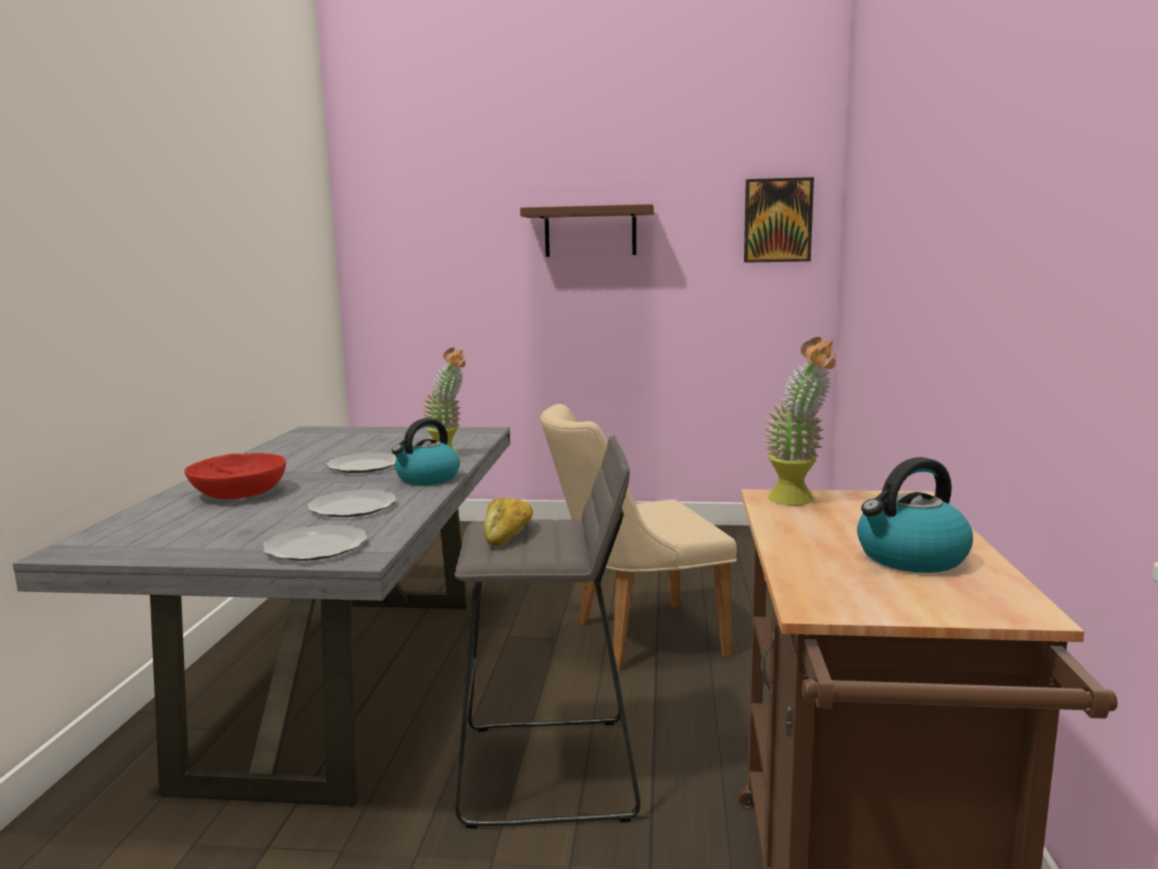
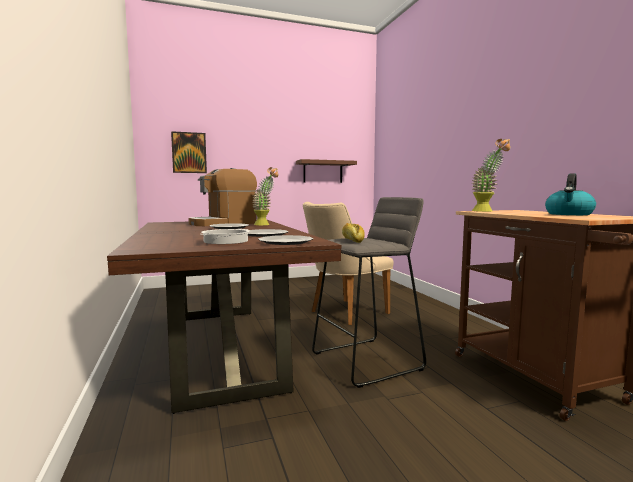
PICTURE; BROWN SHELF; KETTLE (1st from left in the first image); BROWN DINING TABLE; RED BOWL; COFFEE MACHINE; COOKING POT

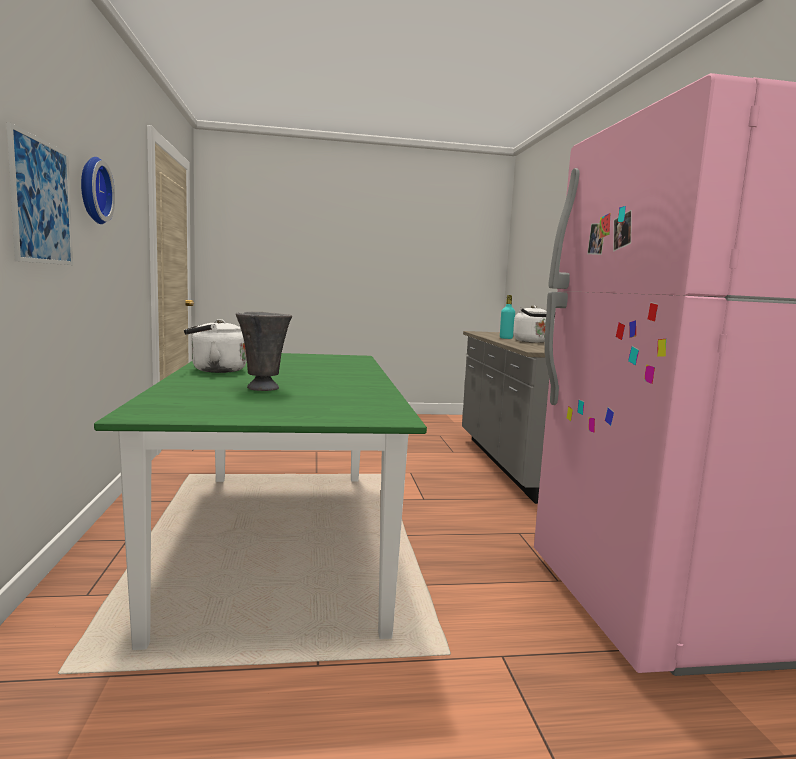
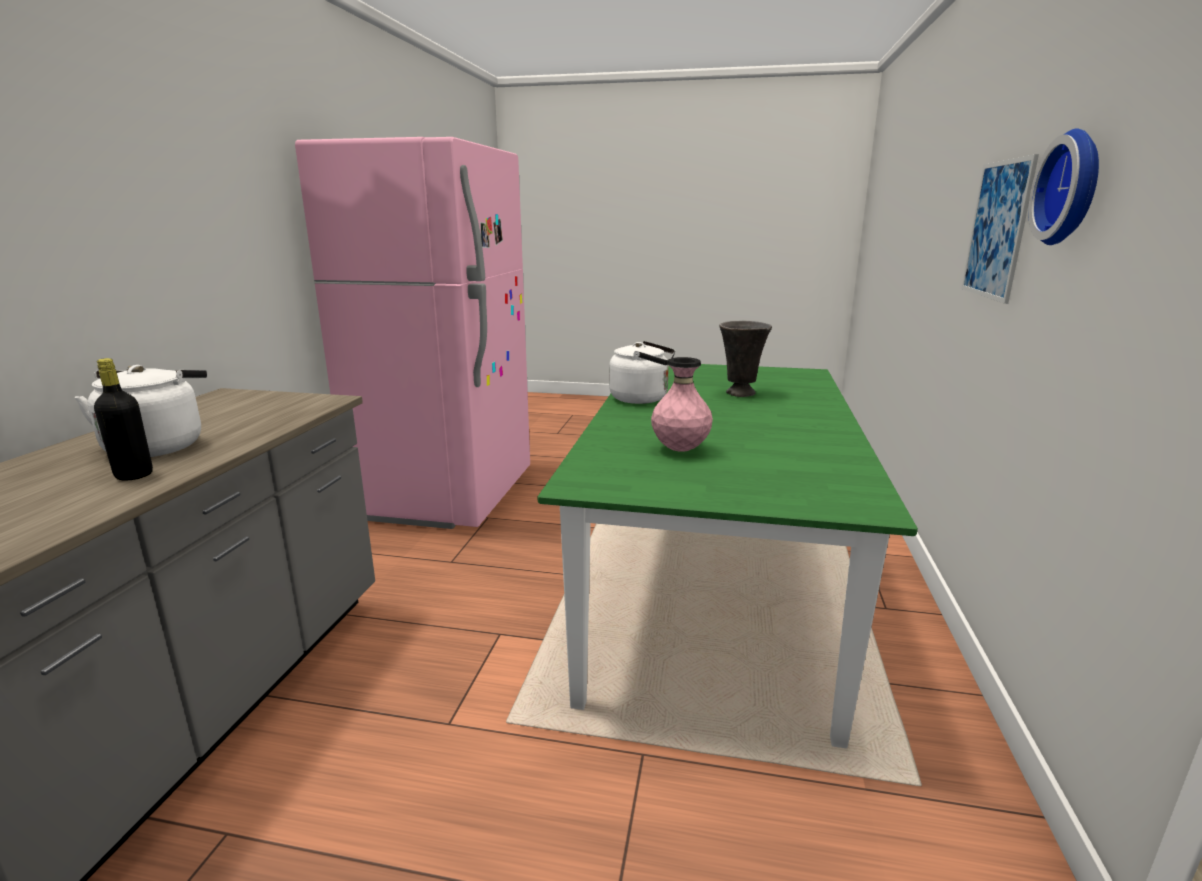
BLACK BOTTLE; WHITE KETTLE (2nd from left); PINK VASE

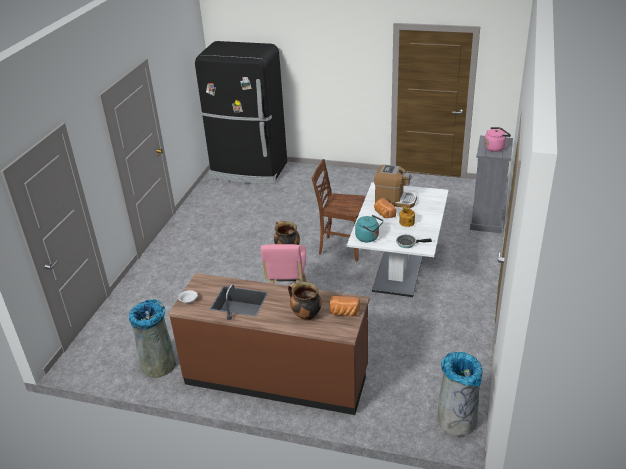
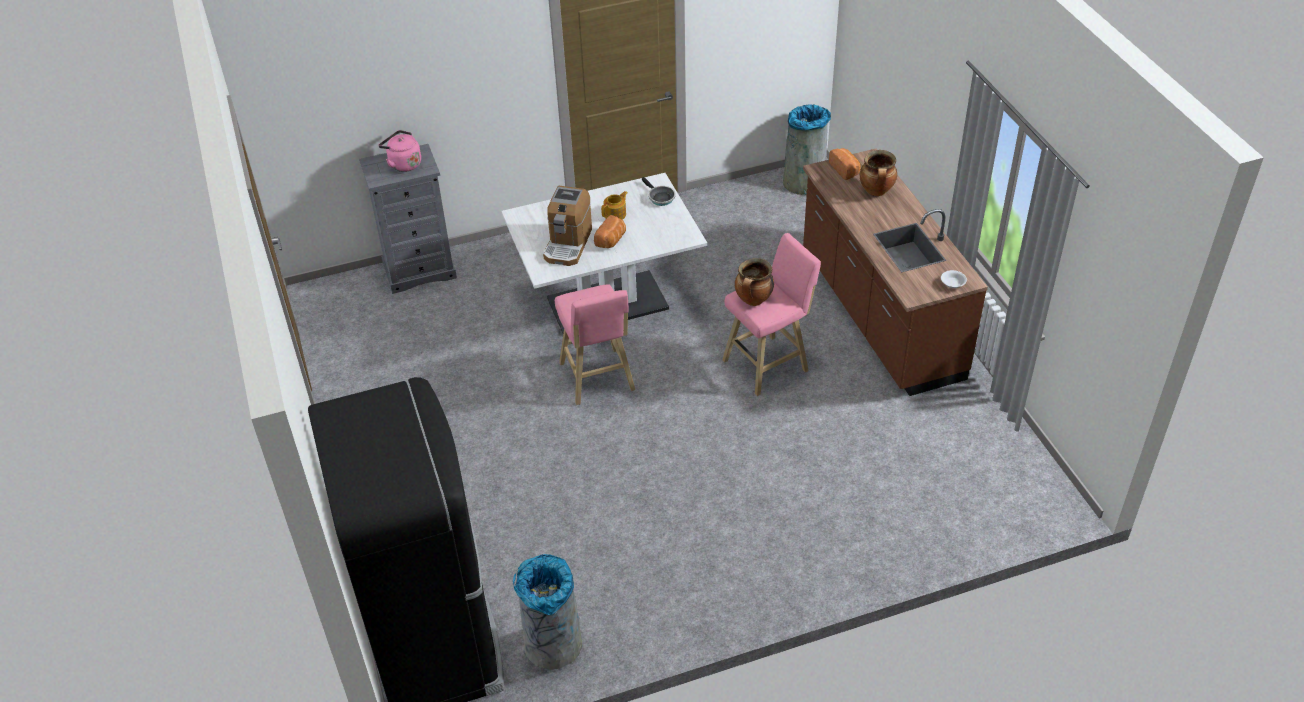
PINK STOOL (1st from left); COFFEE MACHINE; TURQUOISE KETTLE; GREY TRASH CAN (1st from left)

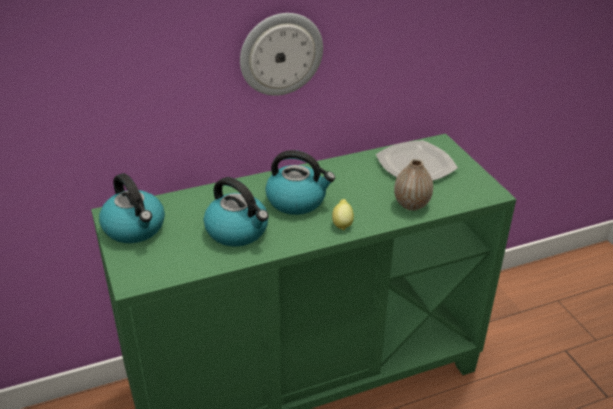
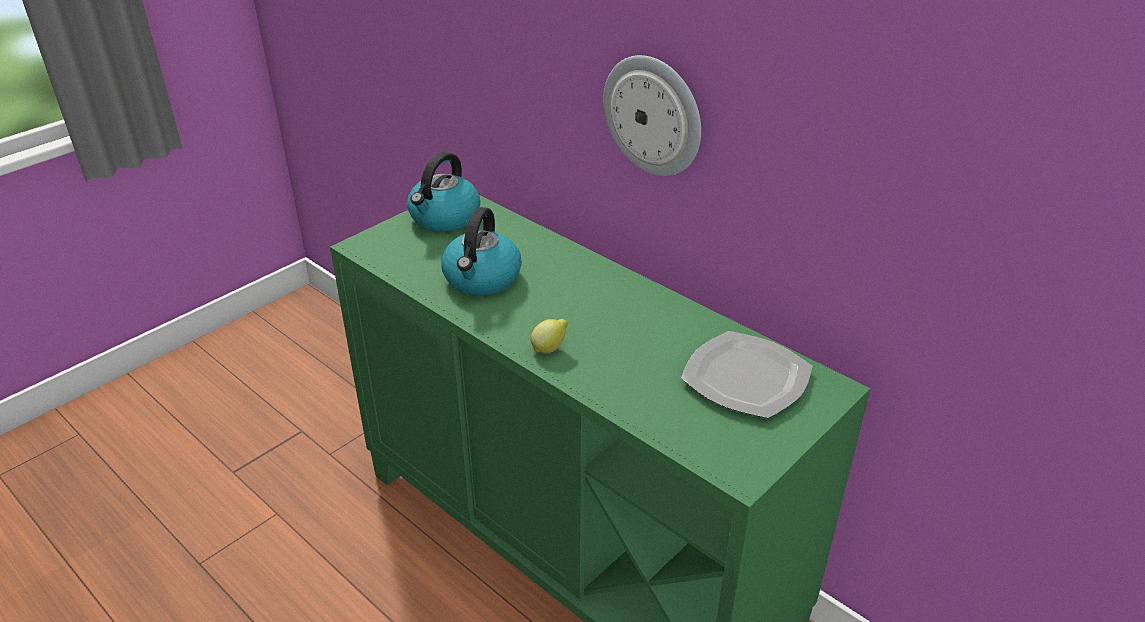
KETTLE (3rd from left in the first image); VASE

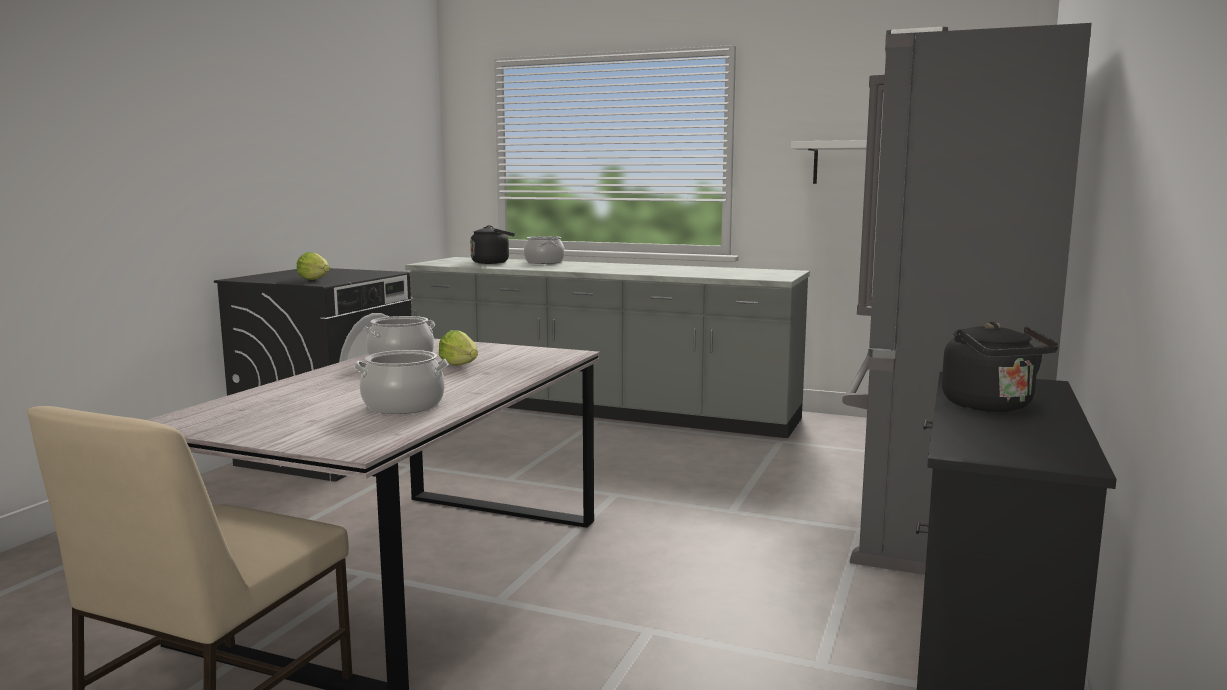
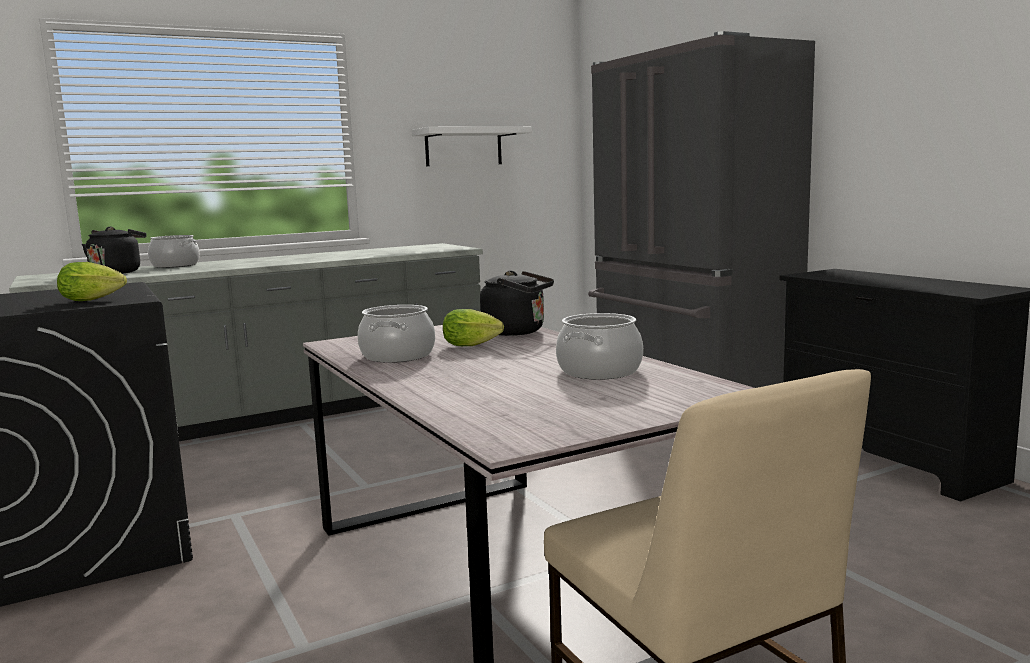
BLACK KETTLE (2nd from left)

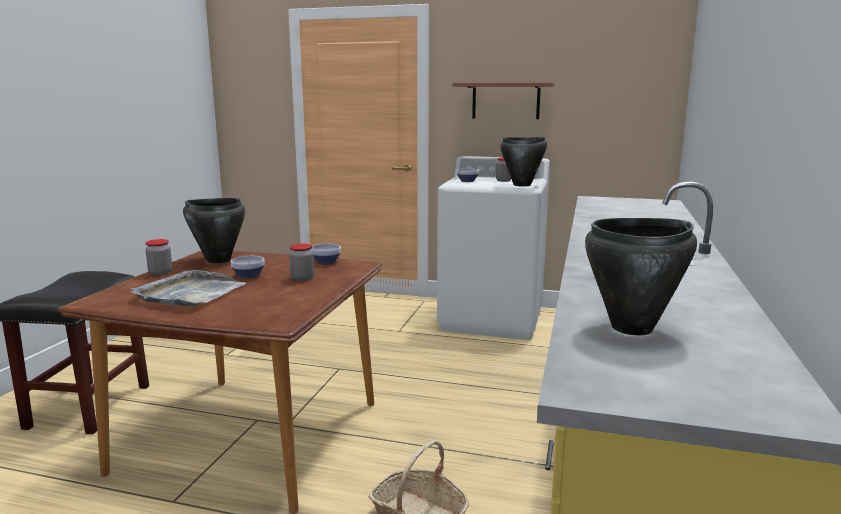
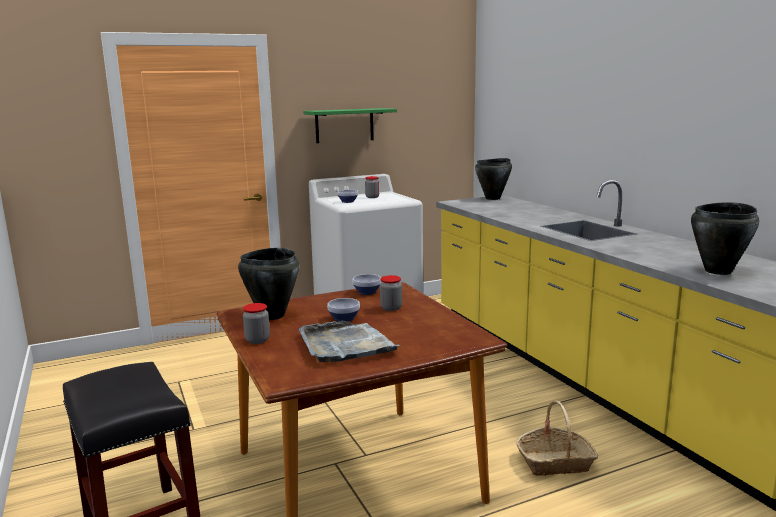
GREEN SHELF; BLACK COOKING POT (2nd from left)

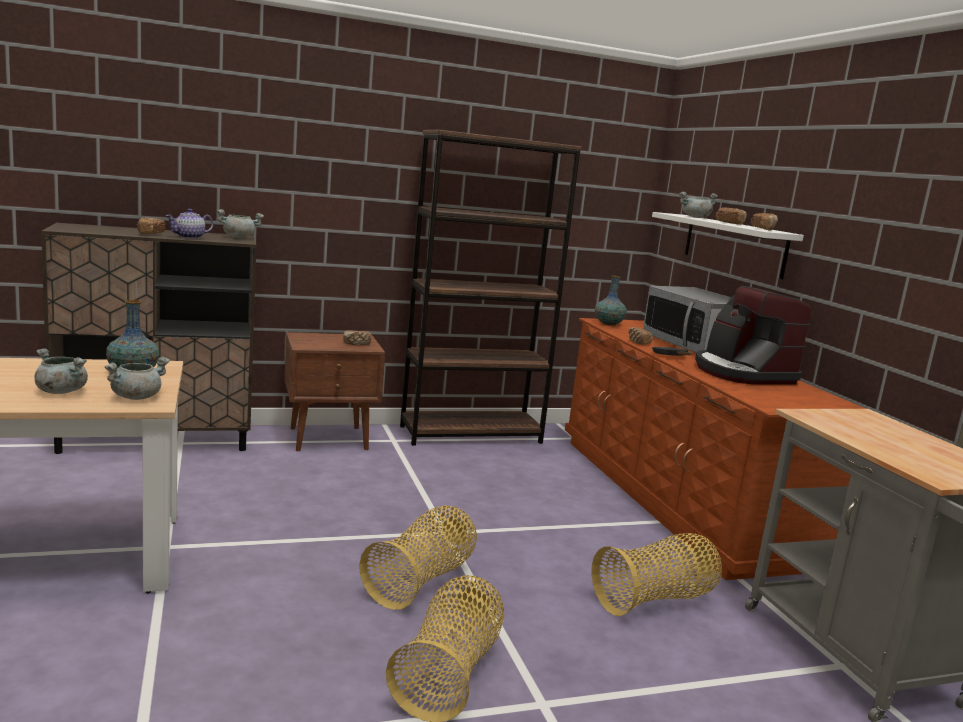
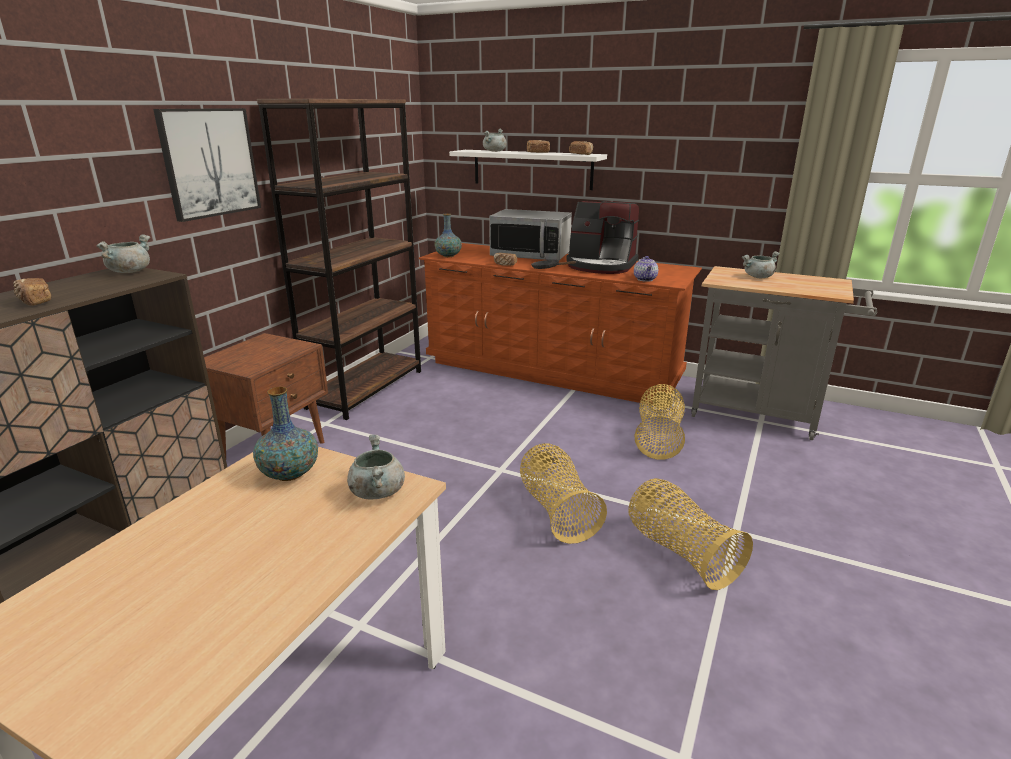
TEAPOT; BREAD (2nd from left in the first image); GREY COOKING POT (4th from left); PICTURE

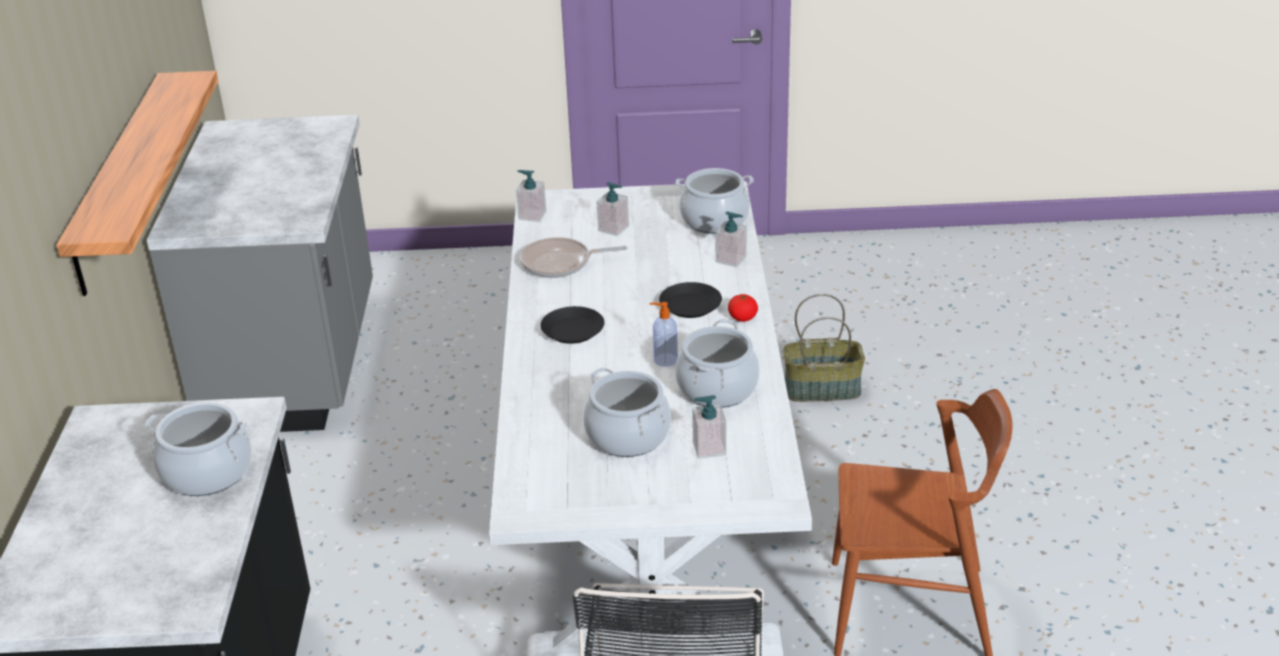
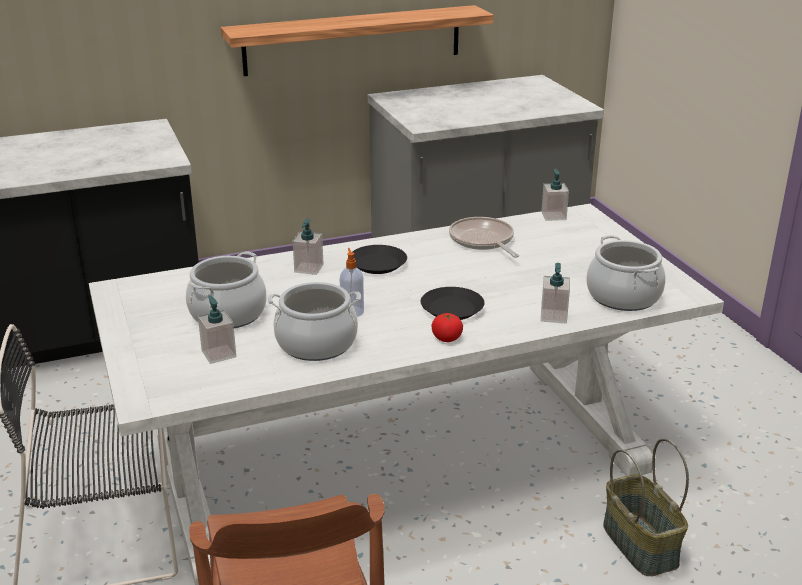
SOAP DISPENSER (2nd from left); COOKING POT (1st from left in the first image)

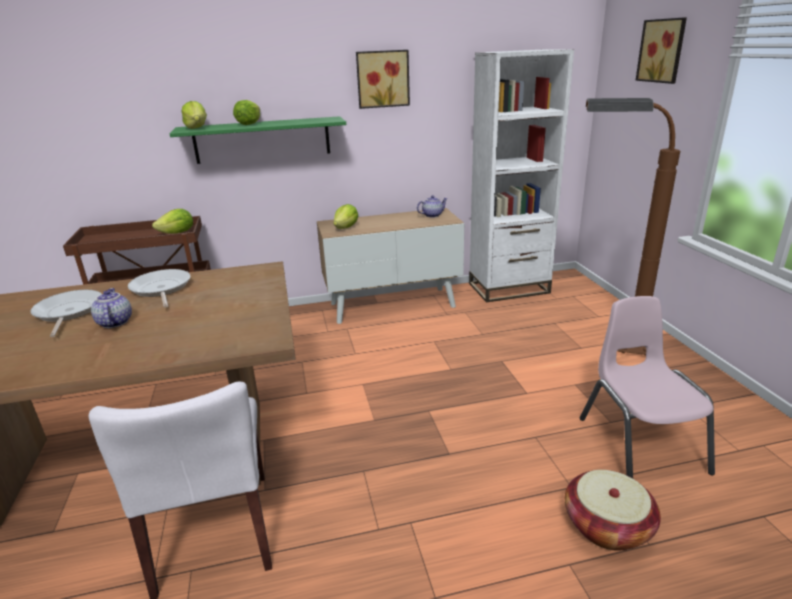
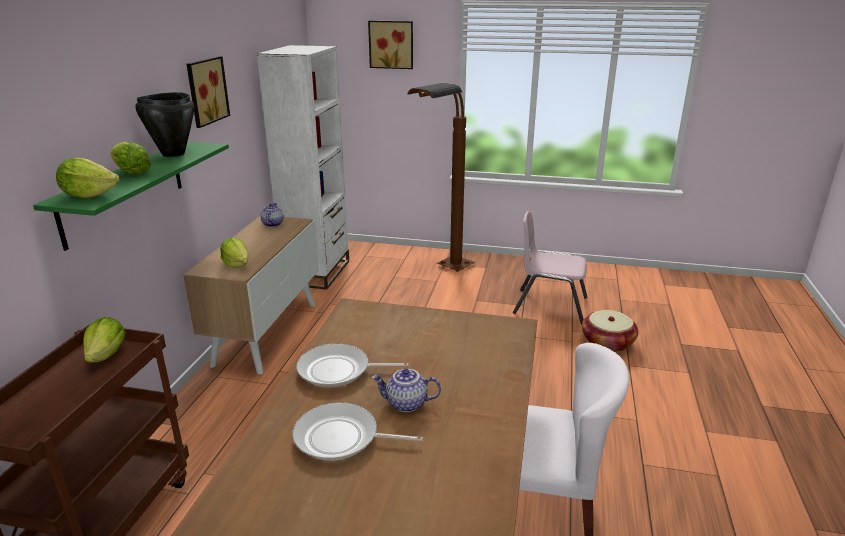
BLACK COOKING POT

